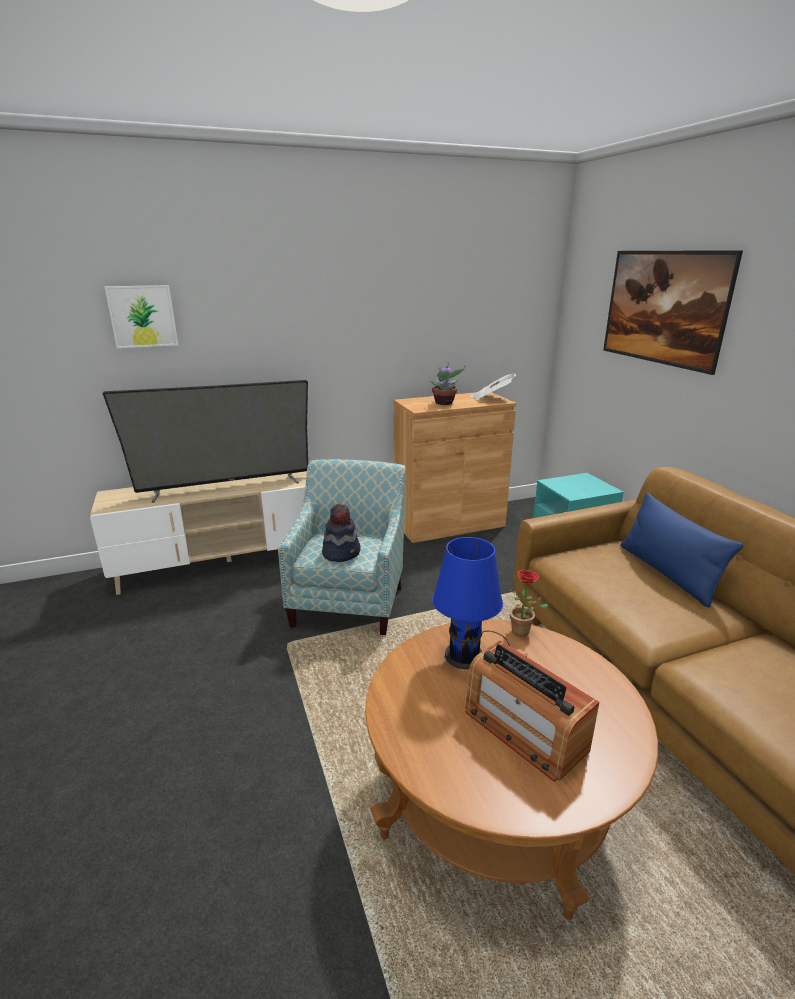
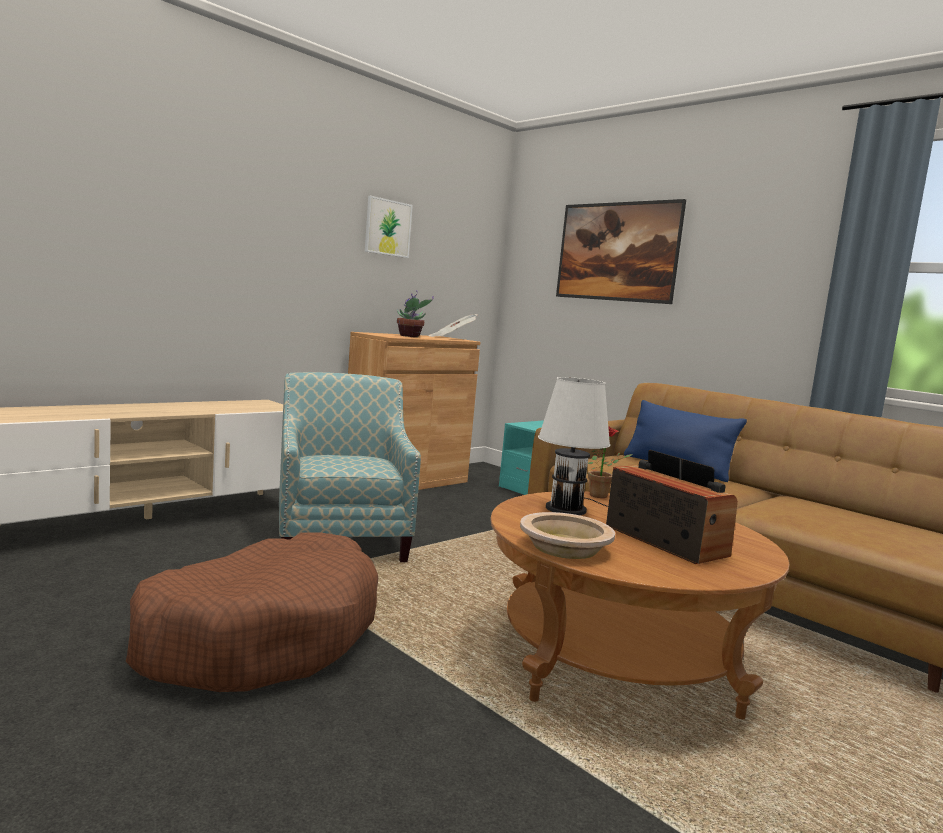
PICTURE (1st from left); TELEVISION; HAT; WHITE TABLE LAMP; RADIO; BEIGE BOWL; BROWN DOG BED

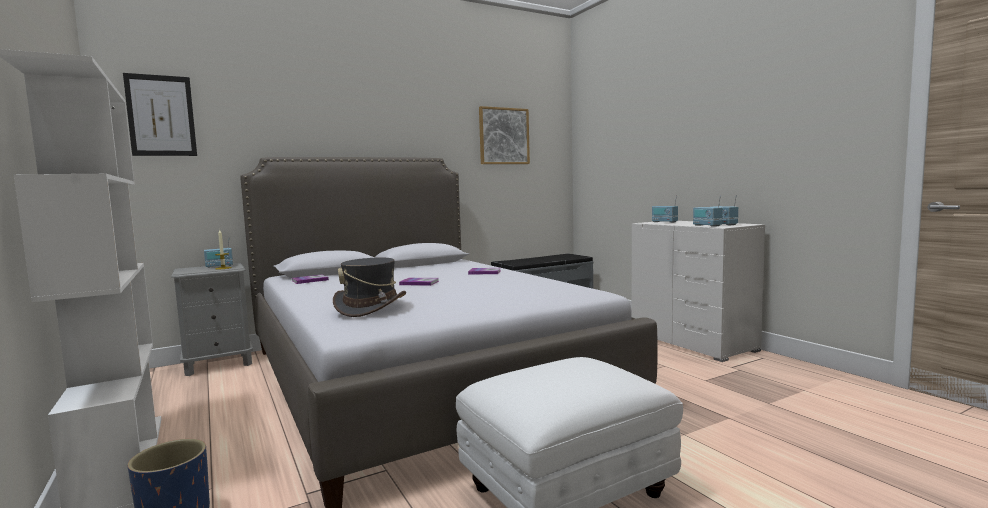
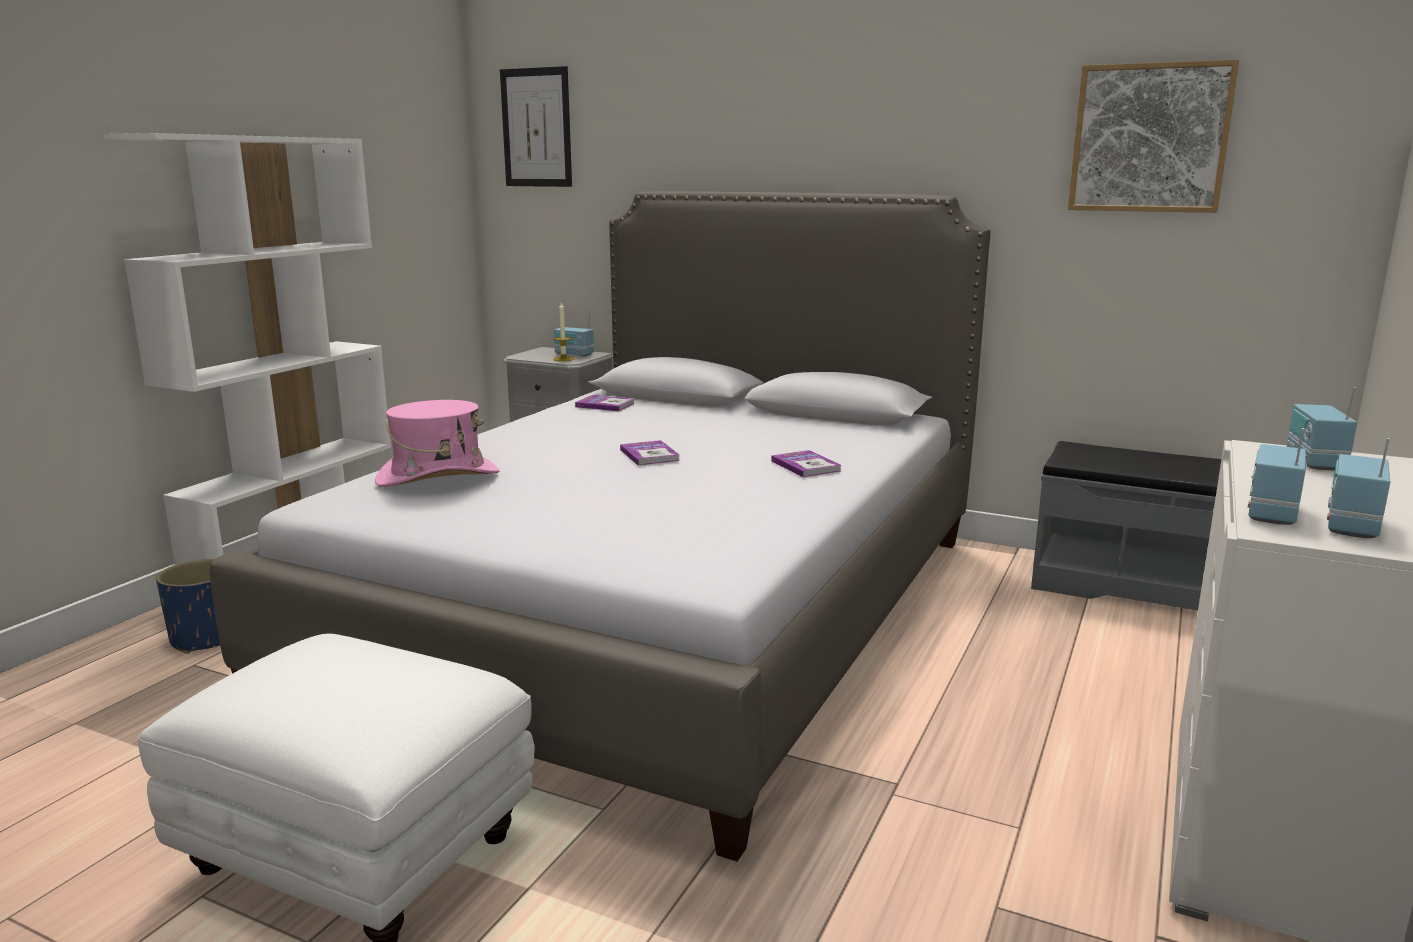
PINK HAT

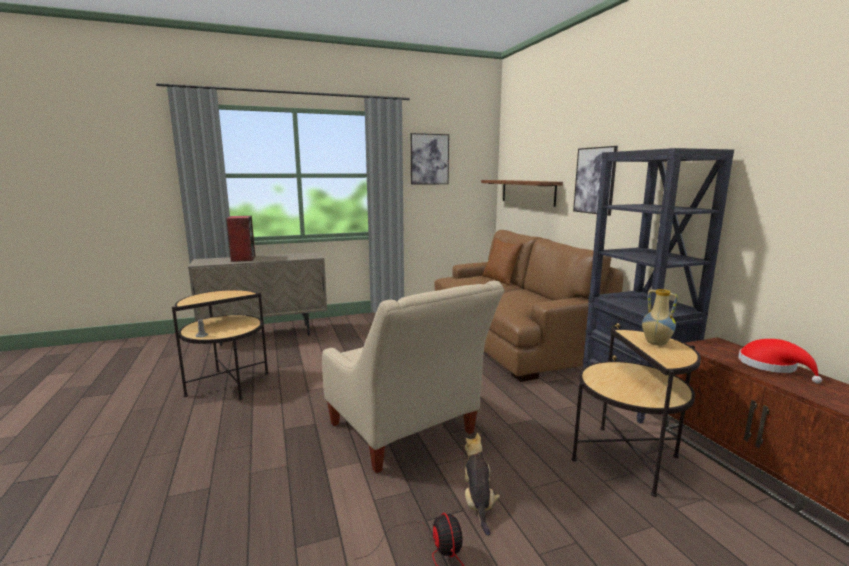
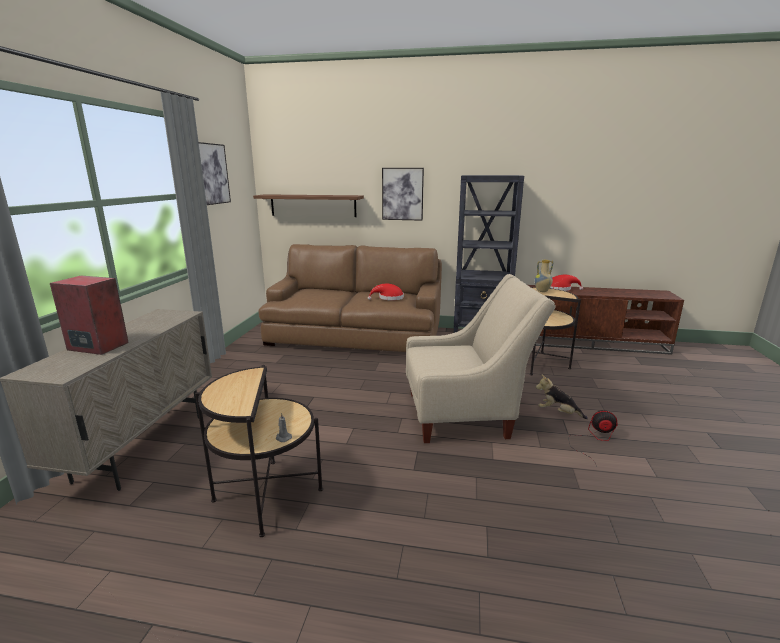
BROWN PILLOW; RED HAT (1st from left)

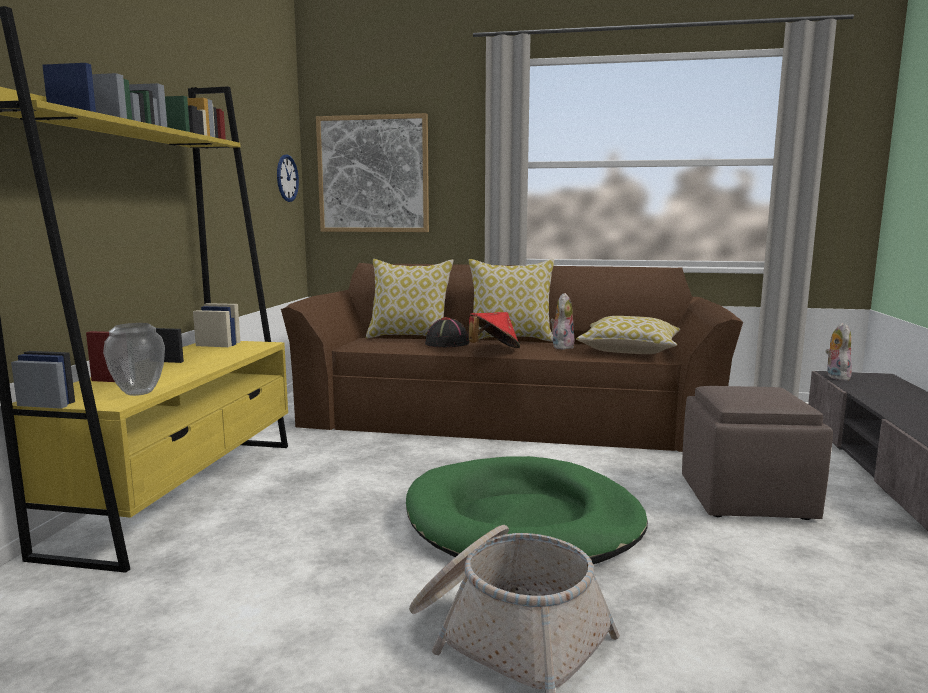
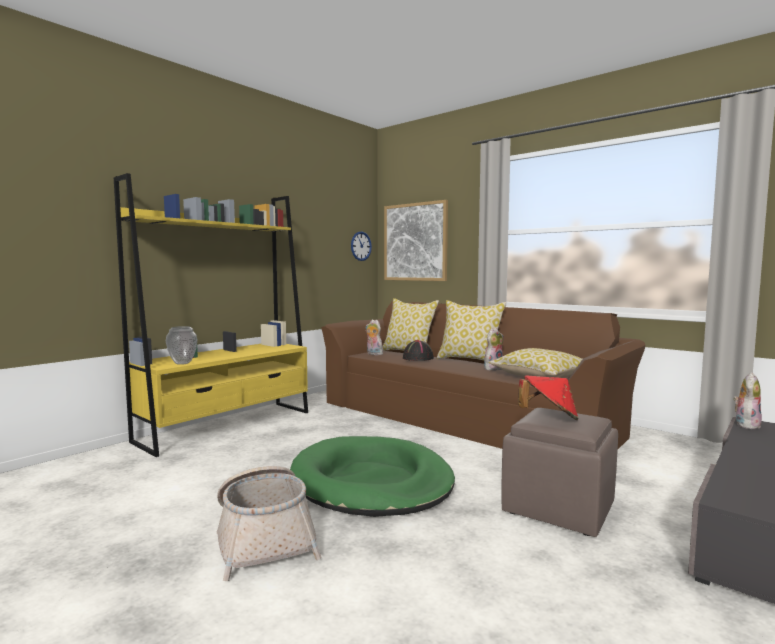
RED HAT; PLUSH TOY (1st from left)

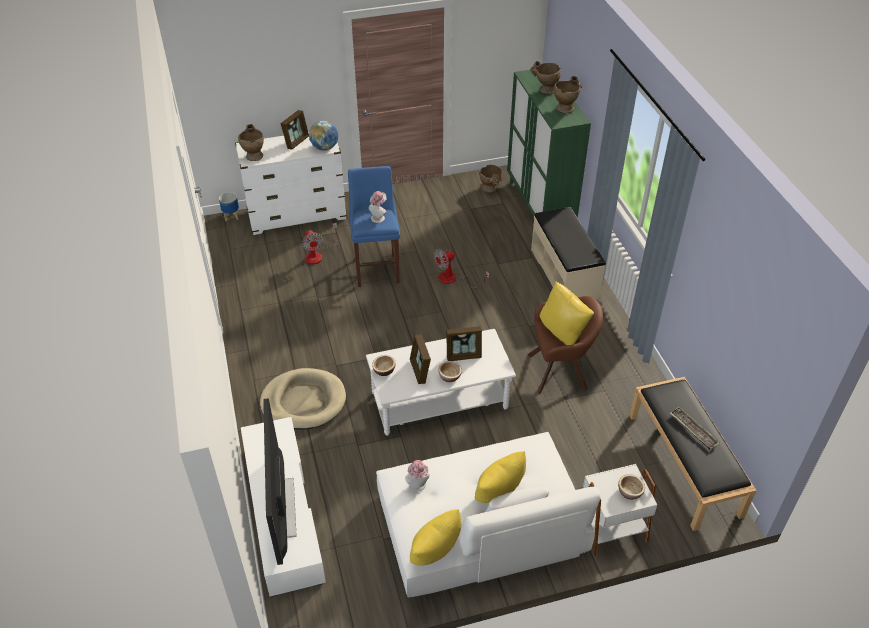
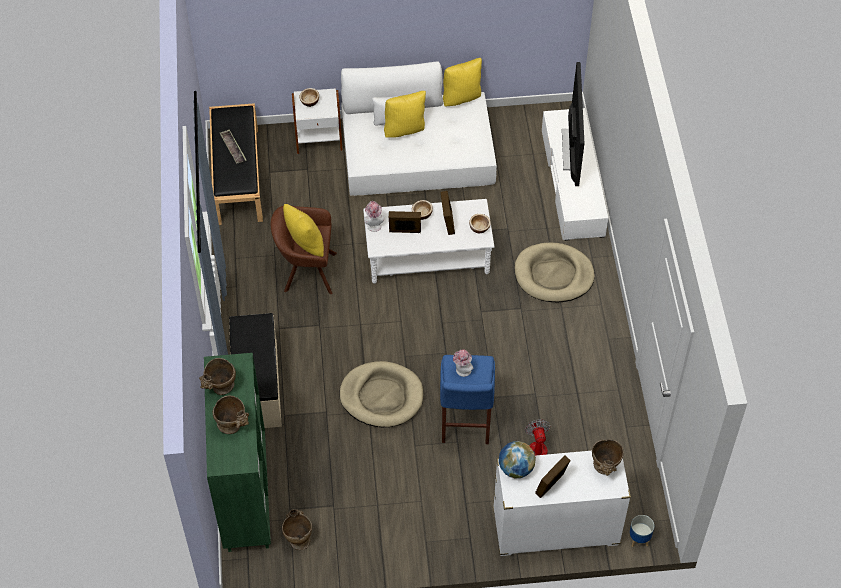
BEIGE DOG BED (1st from left); HAT (1st from left)

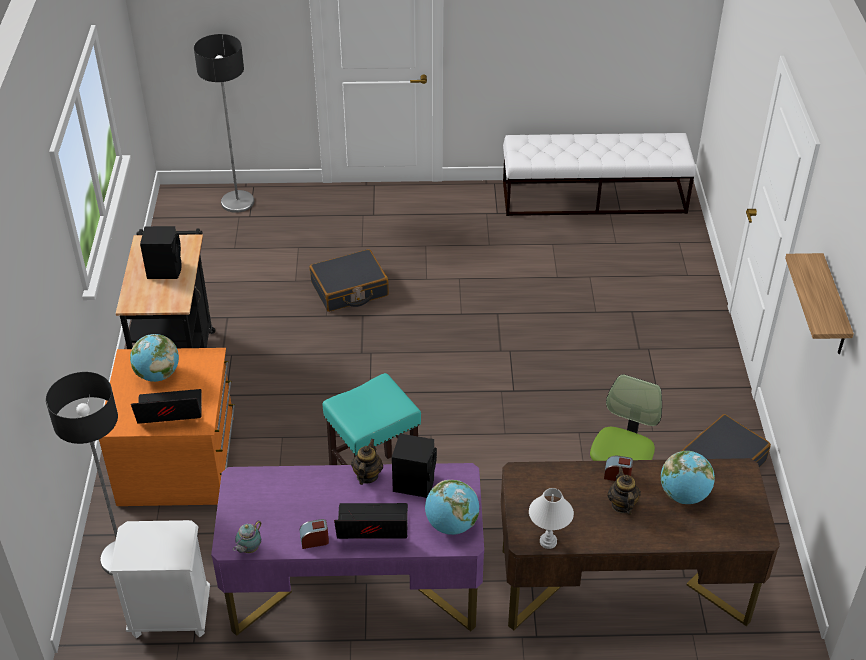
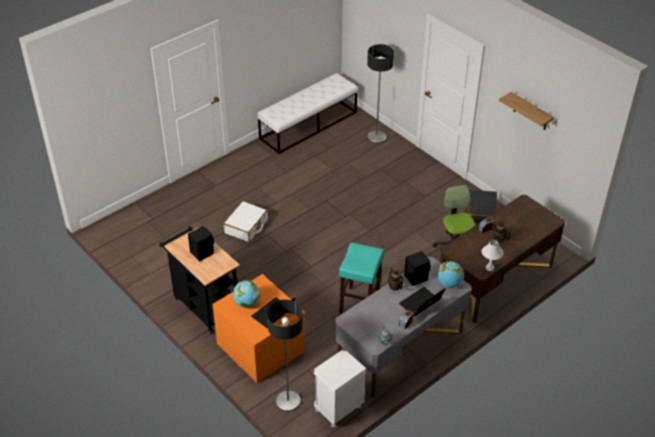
FLOOR LAMP (2nd from left); WHITE SUITCASE; GLOBE (3rd from left in the first image); GREY DESK

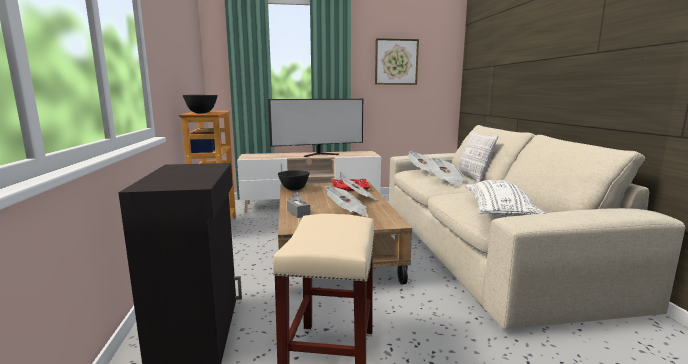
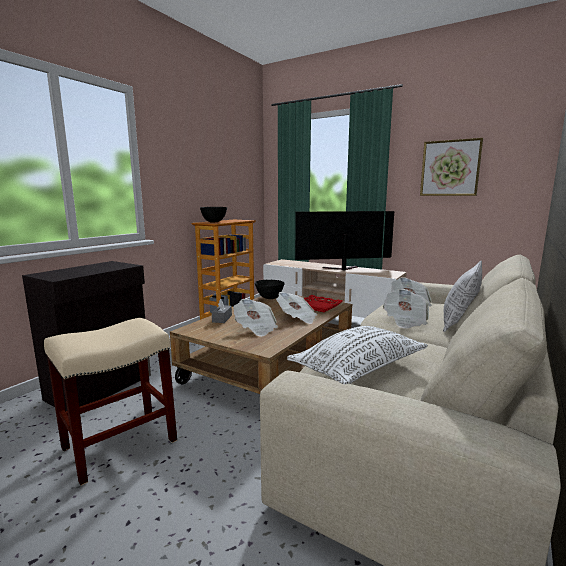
TELEVISION

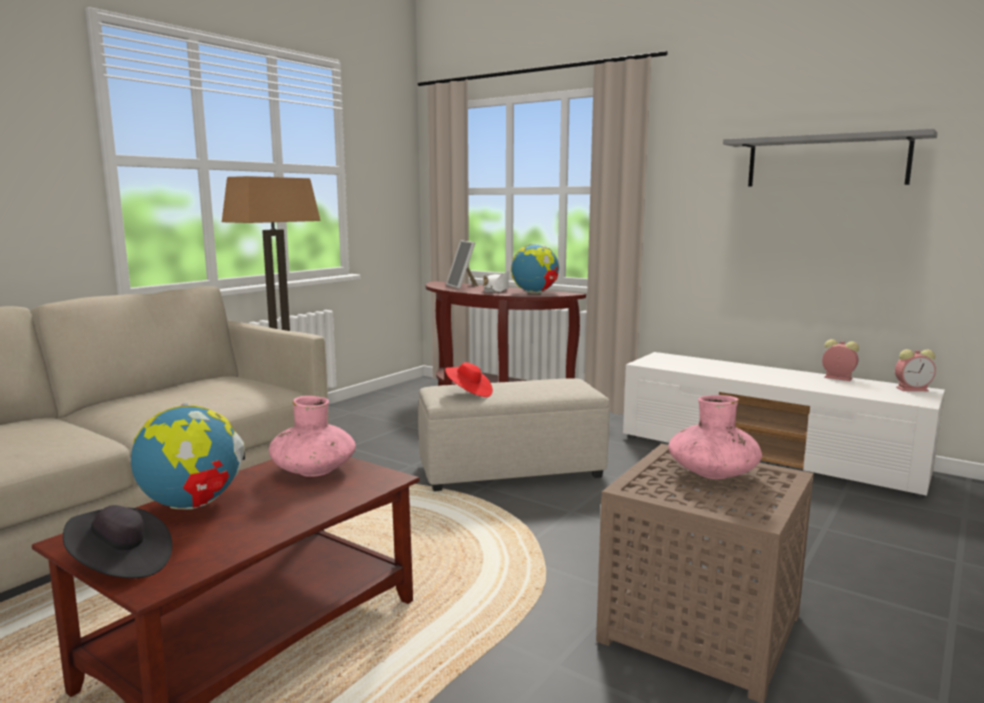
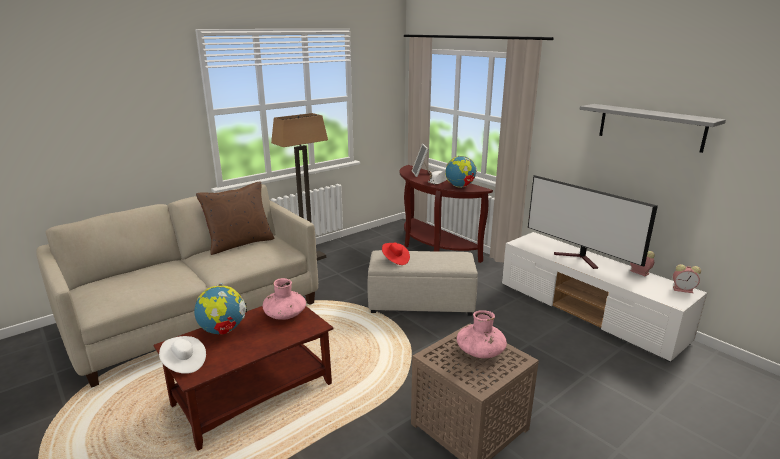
WHITE HAT (1st from left); TELEVISION; BROWN PILLOW

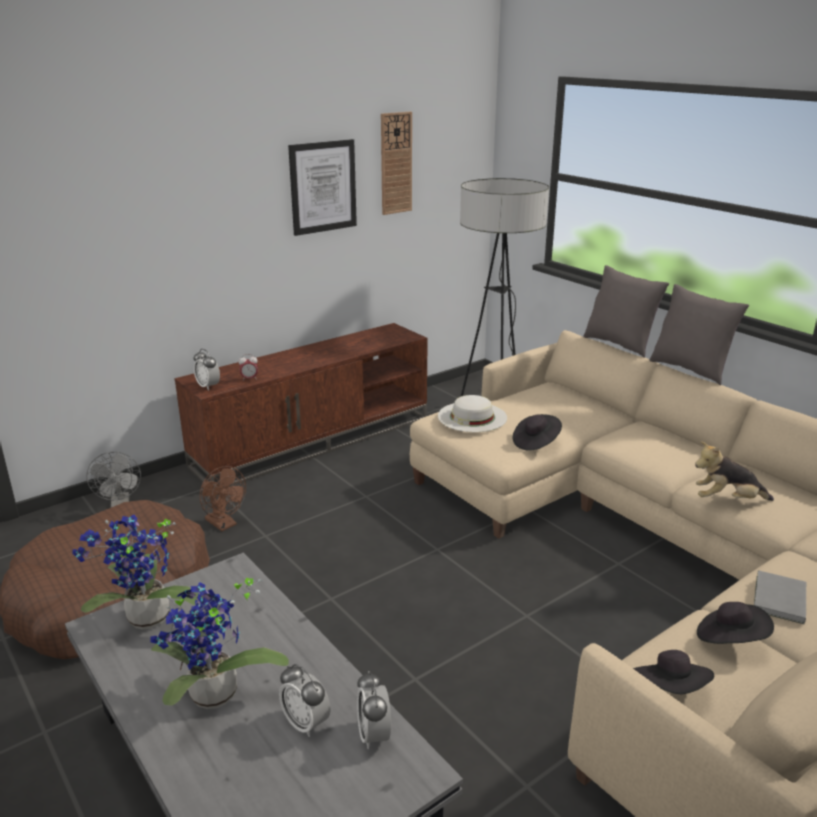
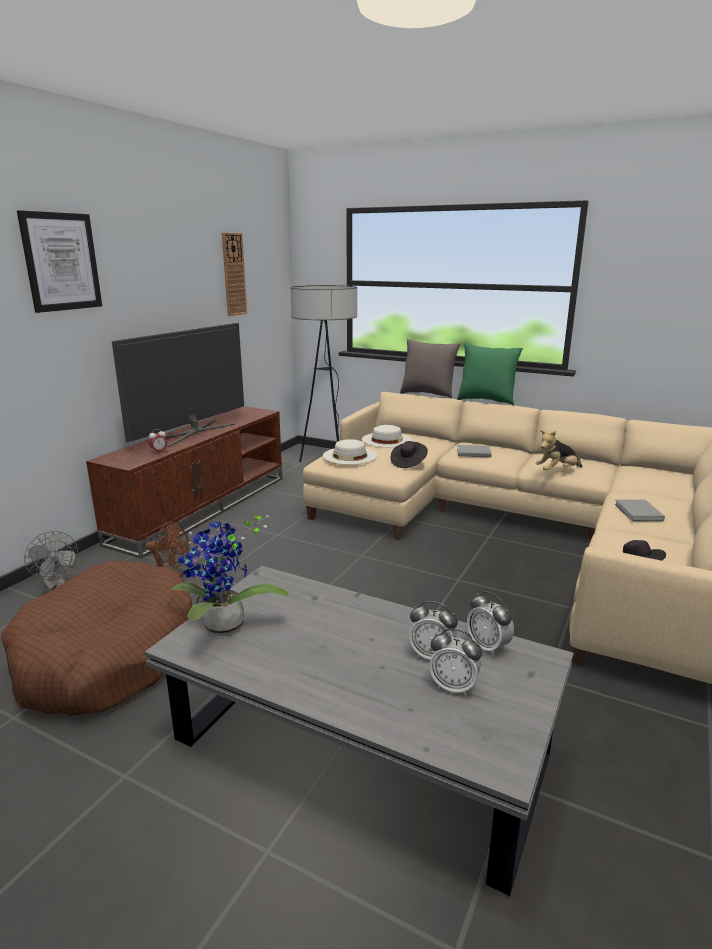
PICTURE; GREEN PILLOW; ALARM CLOCK (3rd from left); POTTED PLANT (2nd from left in the first image); BLACK HAT (3rd from left in the first image); TELEVISION; WHITE HAT (2nd from left); GREY BOOK (1st from left)

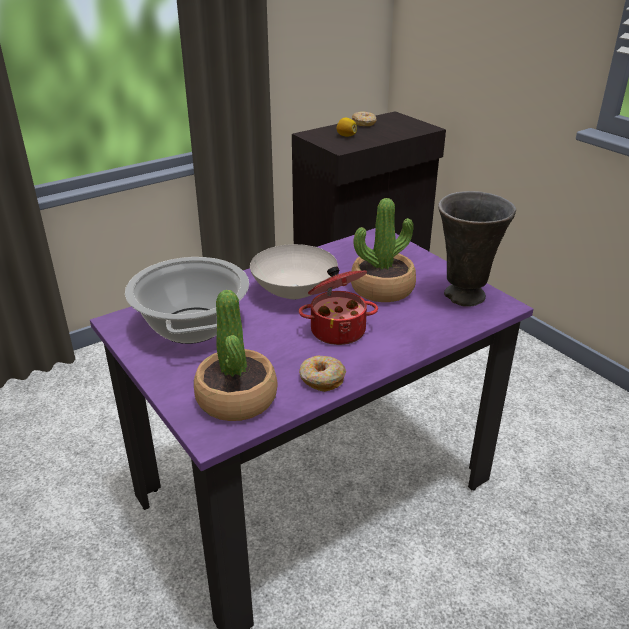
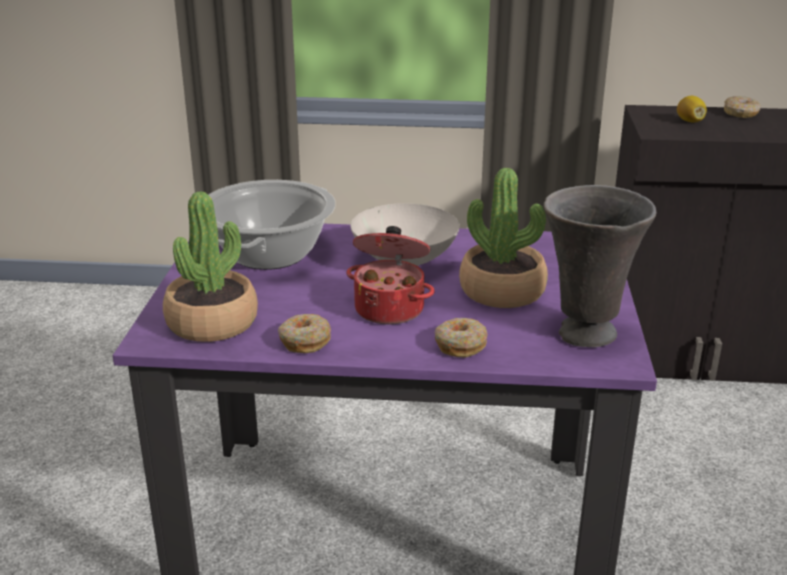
DONUT (2nd from left)

